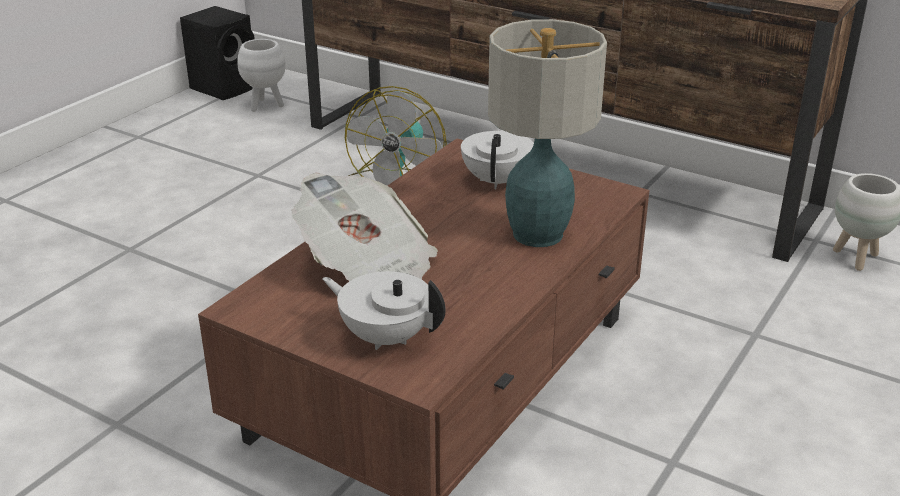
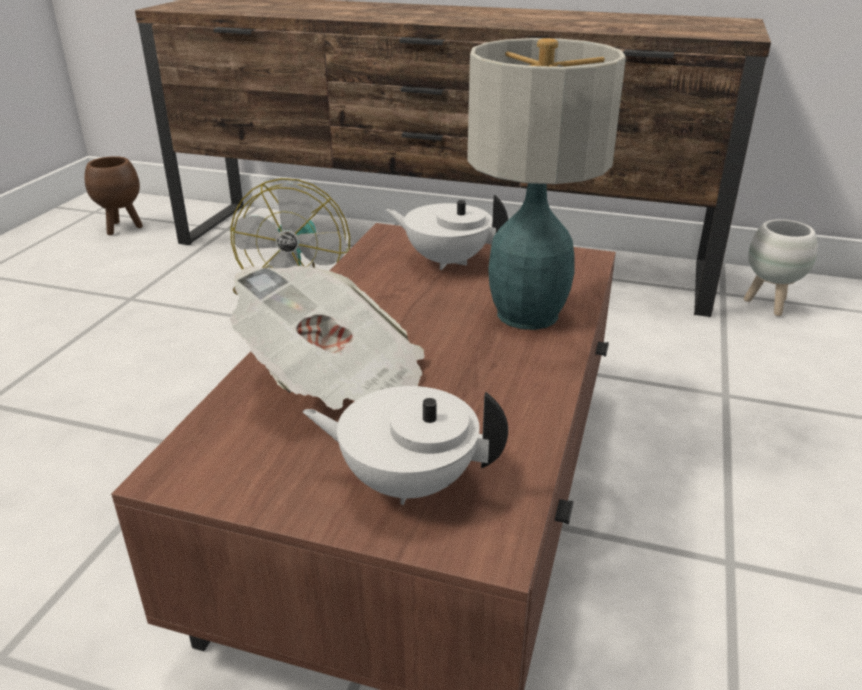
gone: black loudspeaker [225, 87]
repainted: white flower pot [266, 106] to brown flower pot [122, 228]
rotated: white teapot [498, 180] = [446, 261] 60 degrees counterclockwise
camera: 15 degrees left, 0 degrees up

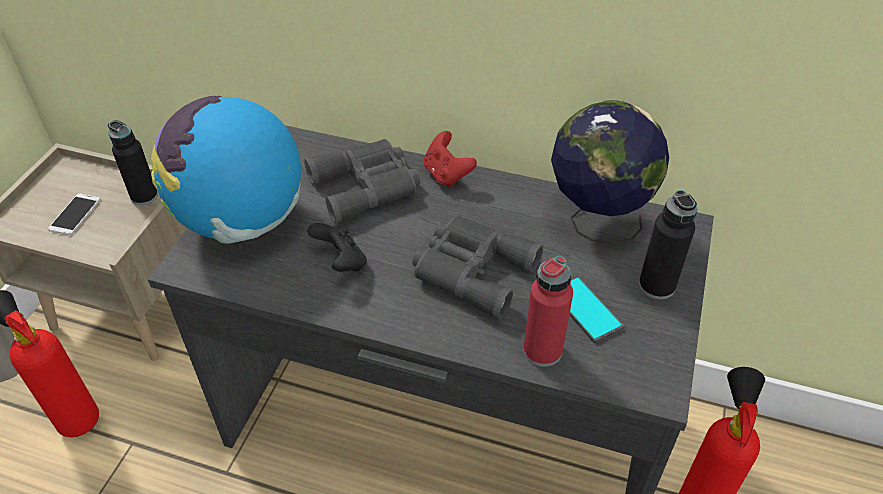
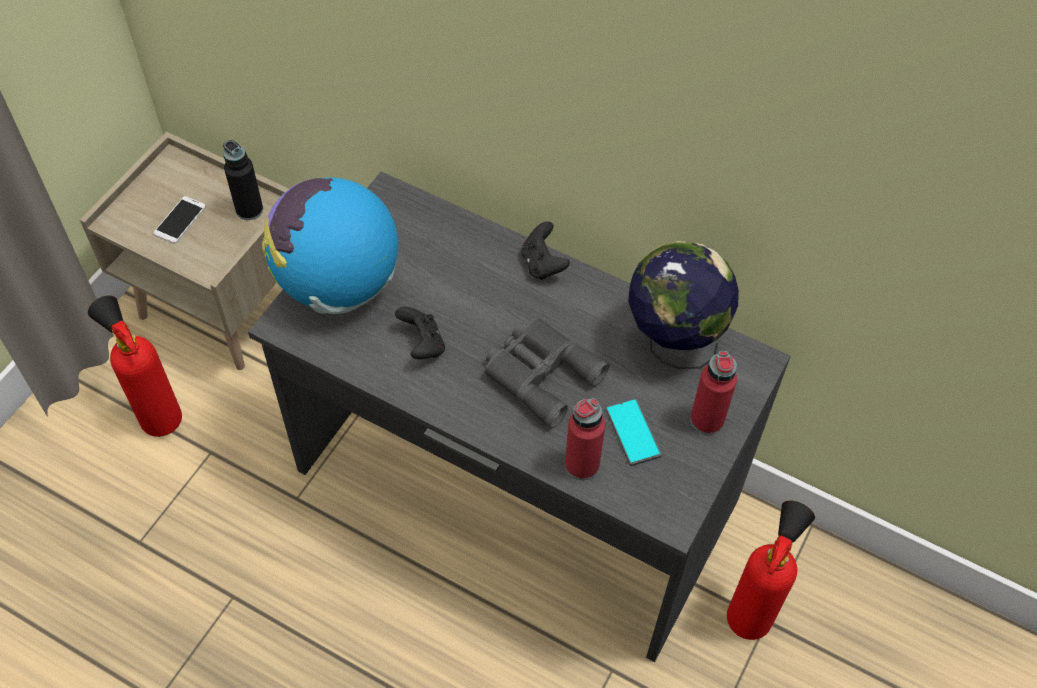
gone: greyish field glasses [368, 186]
repainted: reddish gamepad [447, 174] to black gamepad [543, 264]; black drink bottle [656, 286] to reddish drink bottle [707, 420]
camera: 10 degrees right, 10 degrees up

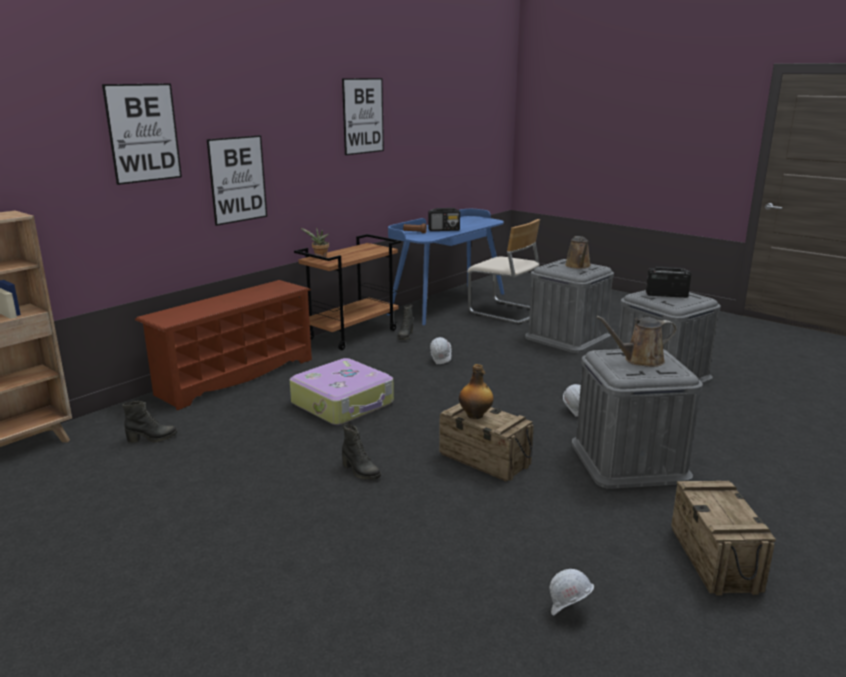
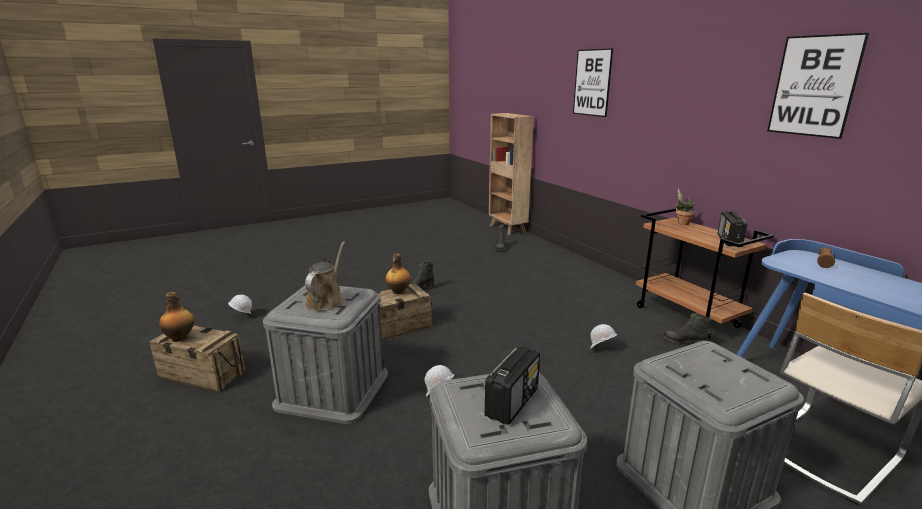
gone: brown shoe rack [235, 376]; wall art [237, 179]; suitcase [343, 403]; brown watering pot [578, 266]
new: drink bottle [180, 338]
shifted: radio set [444, 230] to [729, 241]
camera: 110 degrees right, 0 degrees up

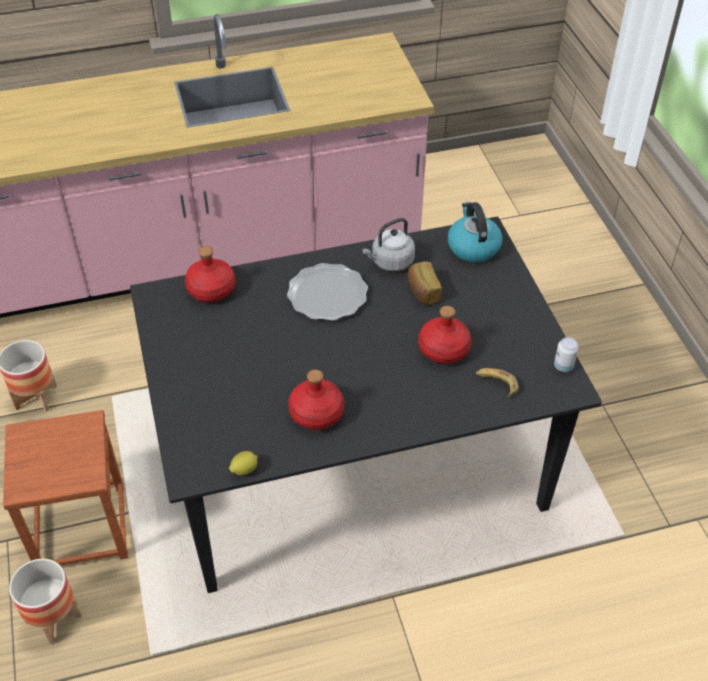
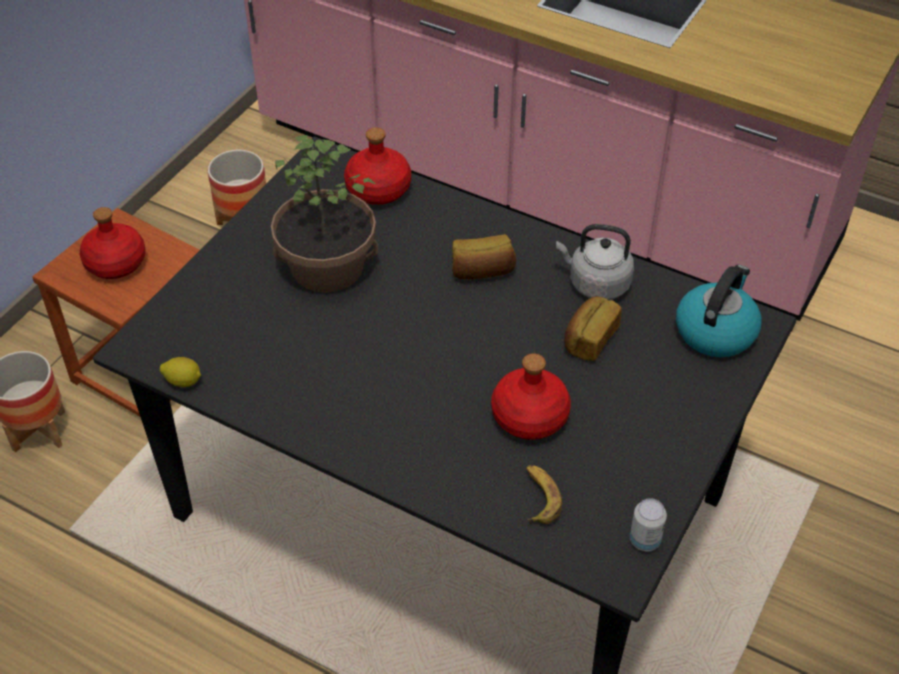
new: houseplant [327, 267]
shifted: reddish drink bottle [316, 413] to [116, 262]
swapped: plate [327, 295] to bread [482, 271]
camera: 45 degrees right, 0 degrees up

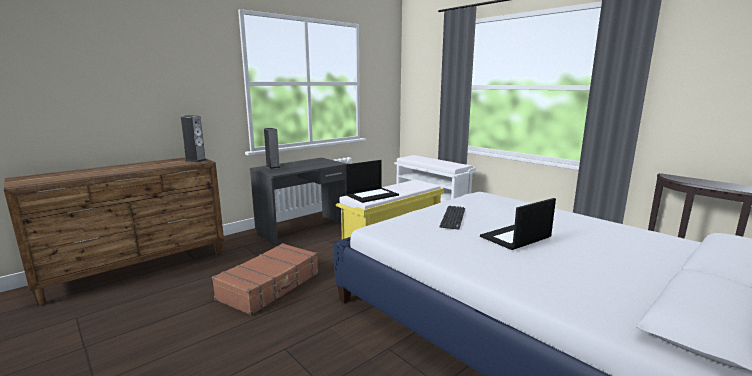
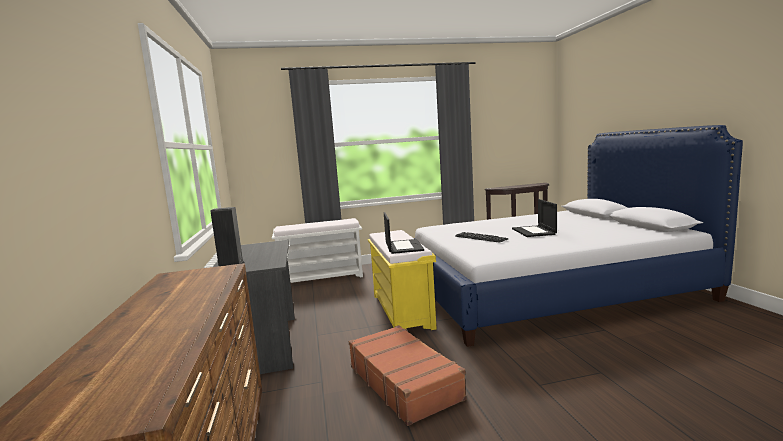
gone: loudspeaker [195, 160]
camera: 60 degrees left, 5 degrees down

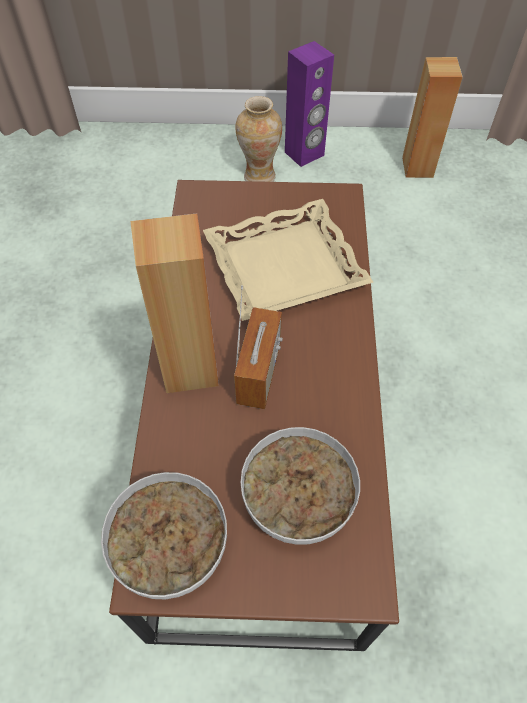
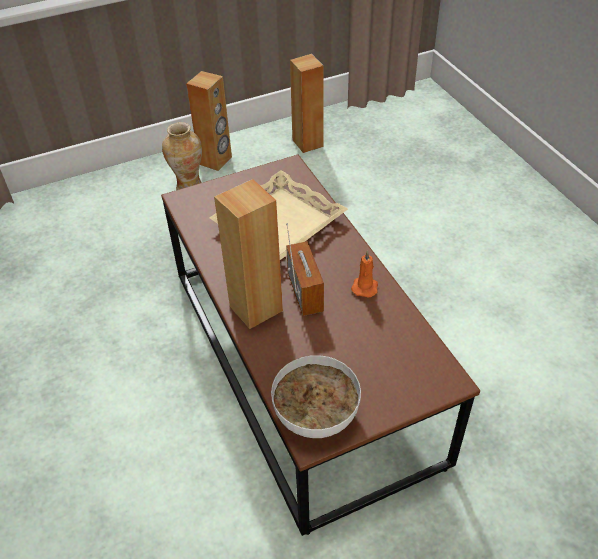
gone: bowl [296, 499]
new: orange-coloured wax candle [365, 286]
repainted: purple loudspeaker [304, 154] to brown loudspeaker [216, 161]
camera: 25 degrees left, 10 degrees down

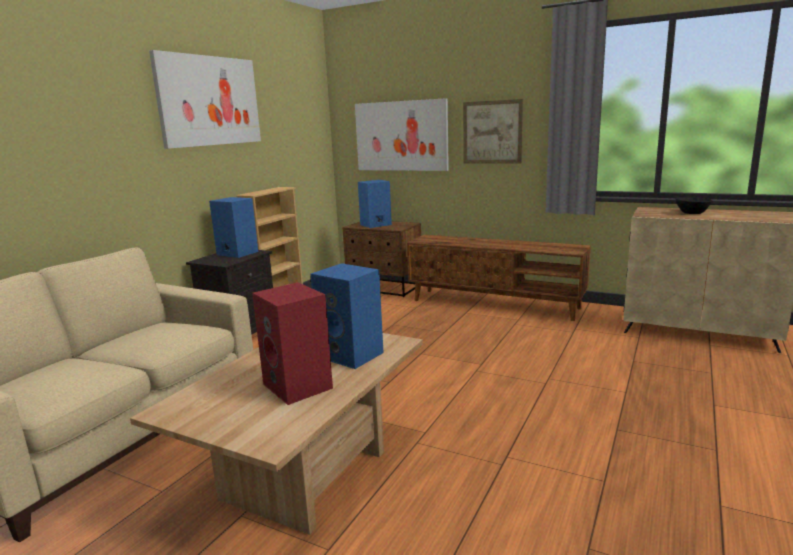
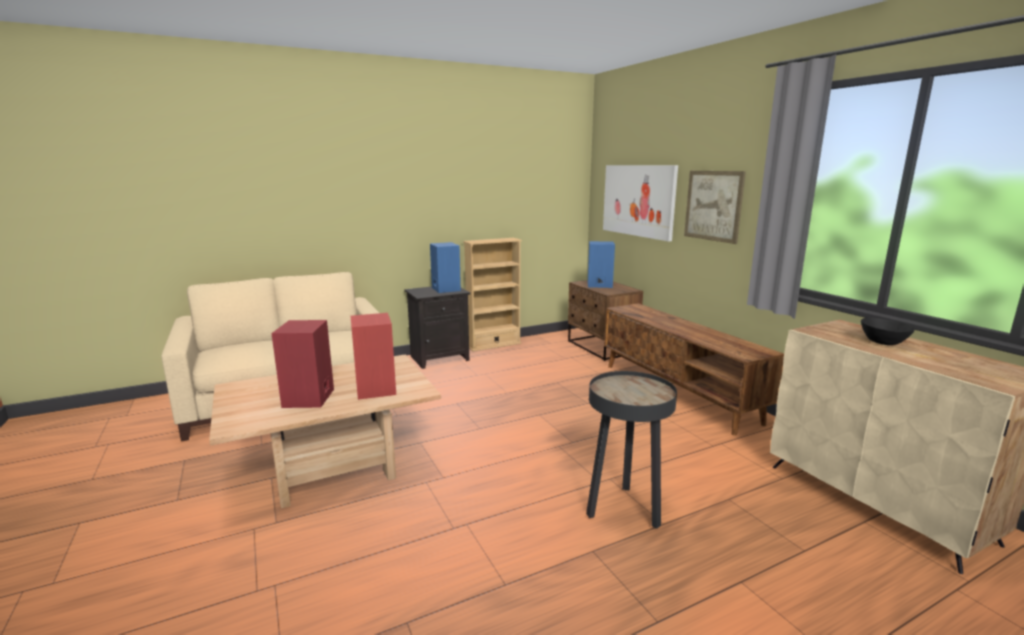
gone: wall art [209, 101]
new: black end table [624, 510]
repainted: blue-coloured loudspeaker [352, 355] to reddish loudspeaker [377, 389]
camera: 35 degrees right, 0 degrees up

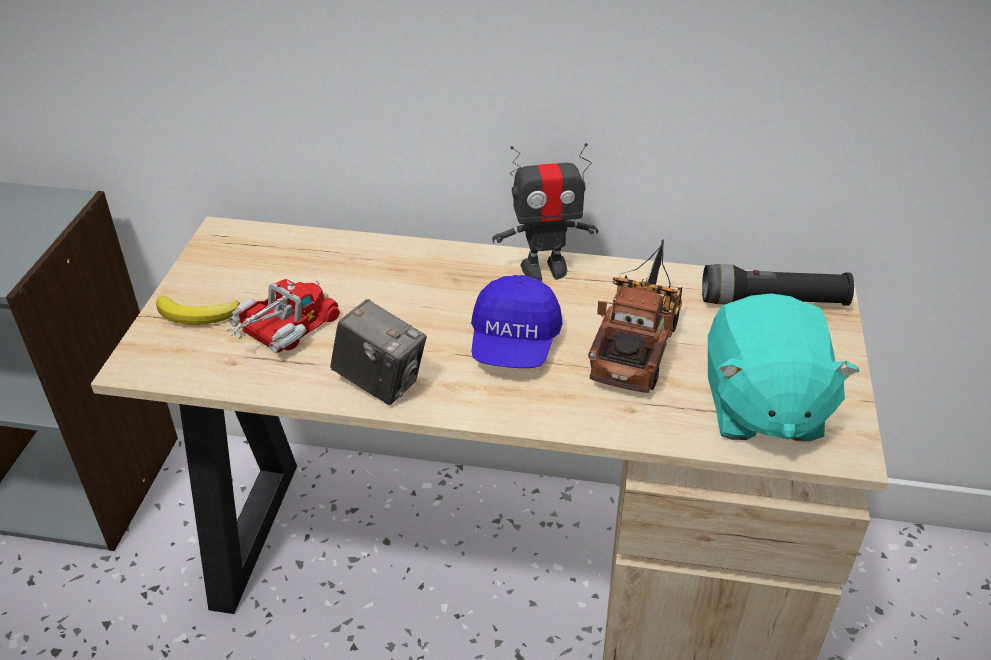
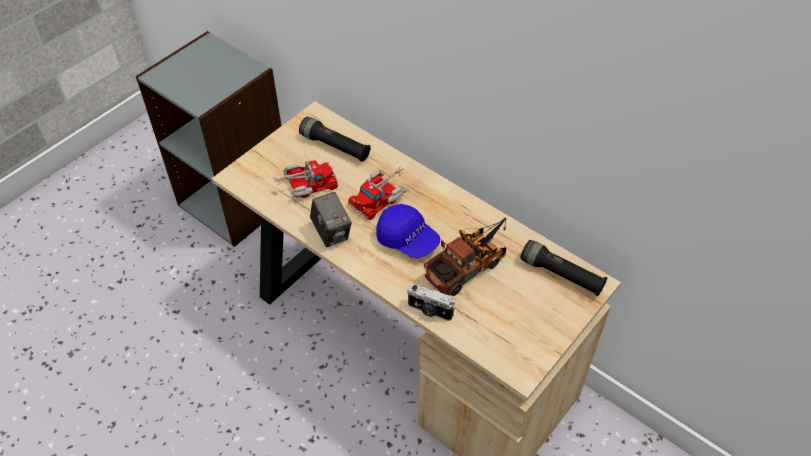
gone: banana fruit [197, 315]; toy robot [544, 268]; blue-green soft toy [761, 407]
new: black flashlight [335, 146]; toy truck [380, 197]; photo camera [430, 311]
rotated: blue-coloured cap [514, 343] = [407, 240] 90 degrees counterclockwise
camera: 30 degrees right, 10 degrees up

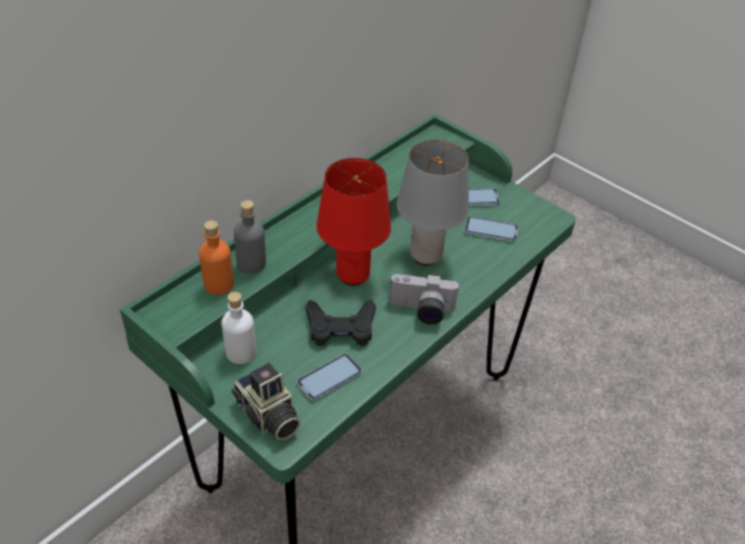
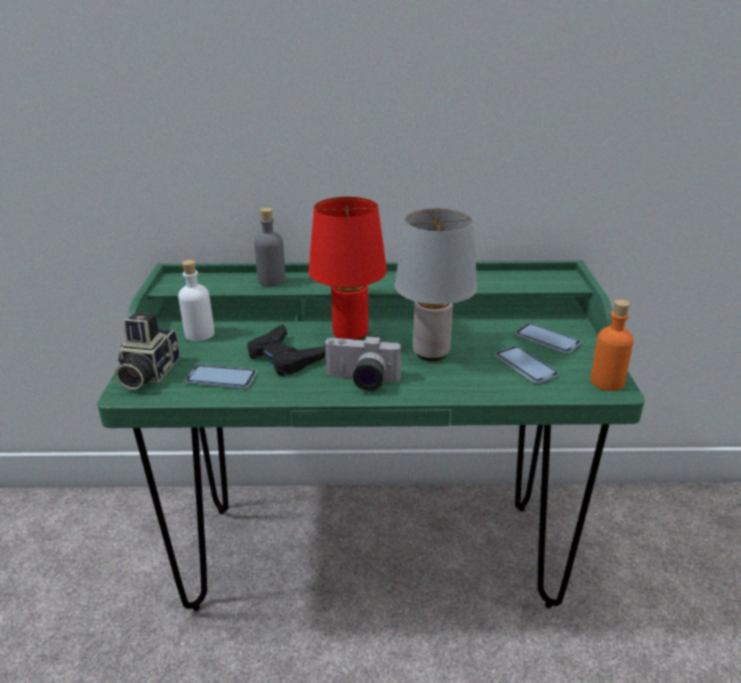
shifted: orange-coloured drink bottle [218, 284] to [607, 382]
rotated: photo camera [421, 311] = [361, 381] 45 degrees counterclockwise
camera: 50 degrees right, 15 degrees down

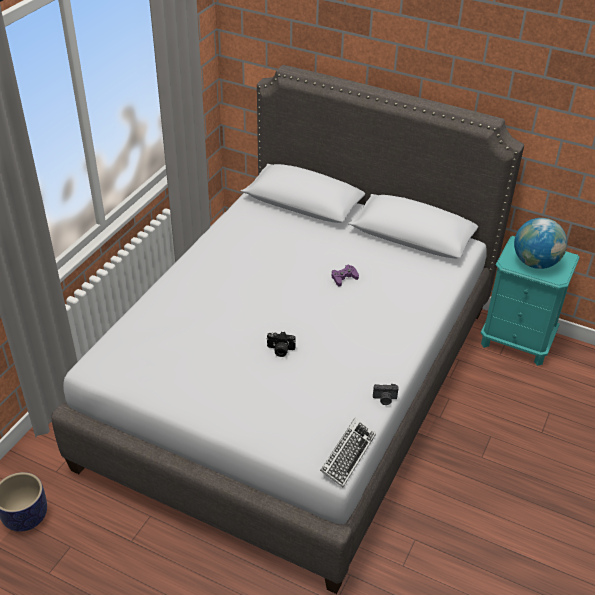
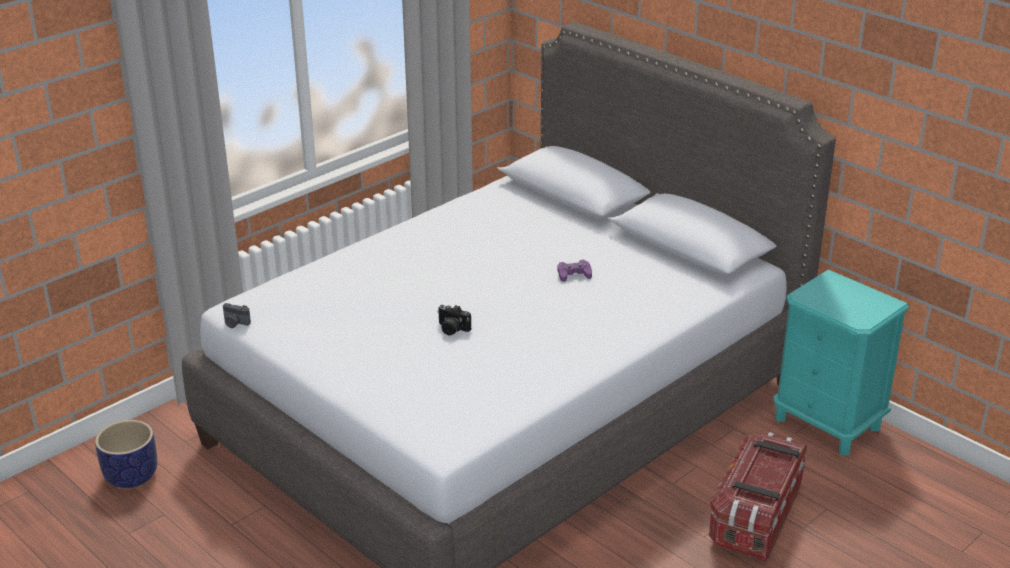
gone: keyboard [348, 455]; world globe [535, 263]
new: storage bin [755, 517]
shifted: photo camera [385, 399] to [235, 323]
camera: 20 degrees right, 10 degrees down

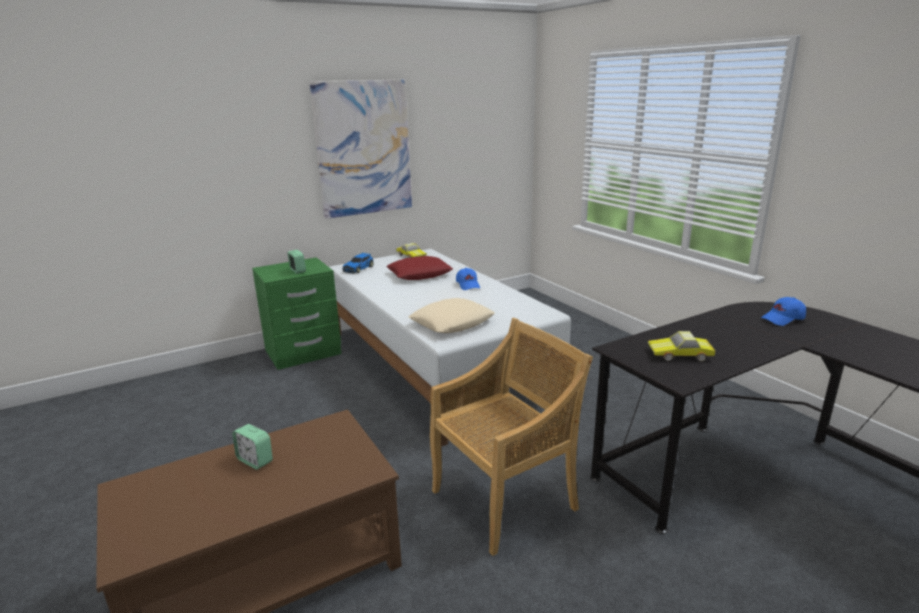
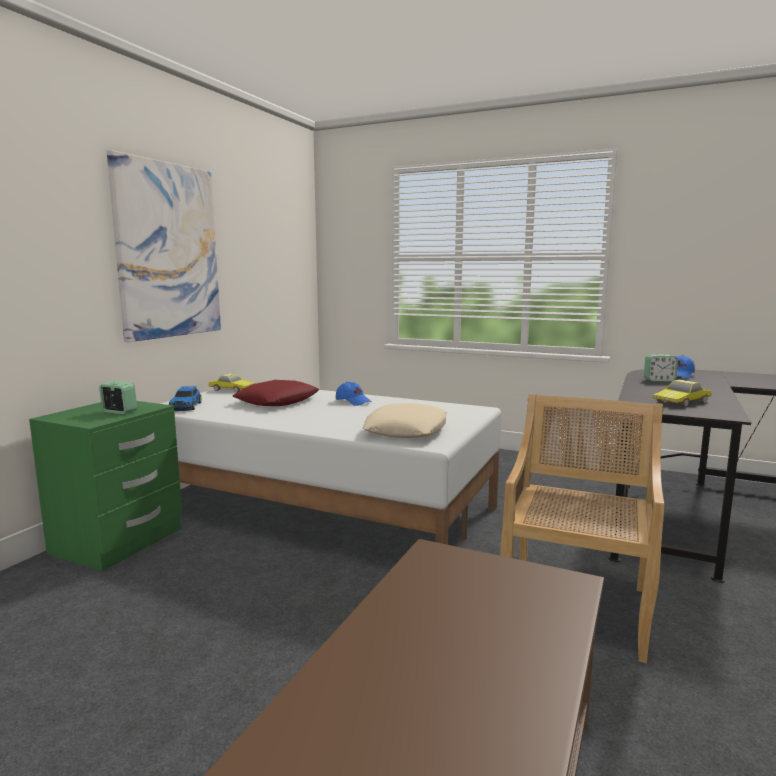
shifted: bedside clock [255, 460] to [659, 380]
camera: 35 degrees left, 10 degrees down

